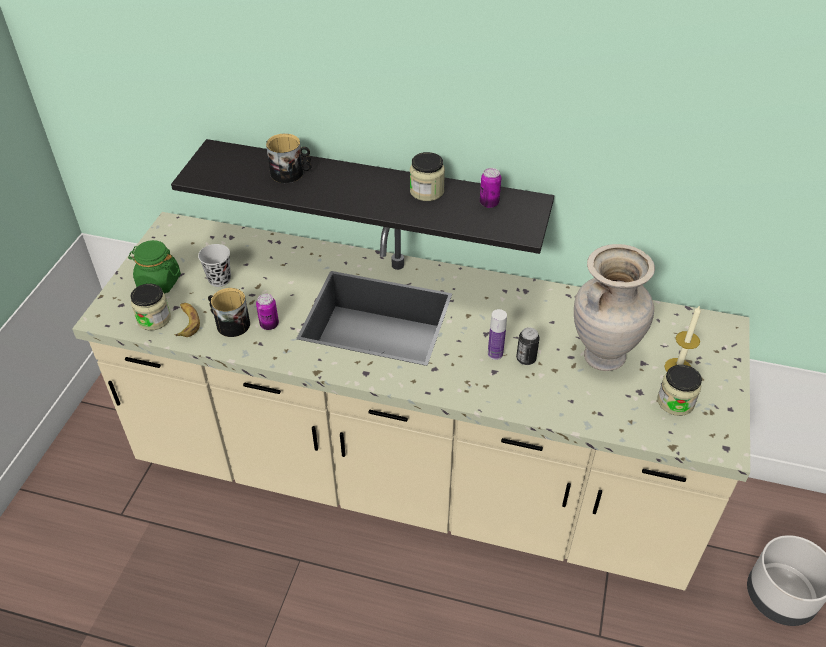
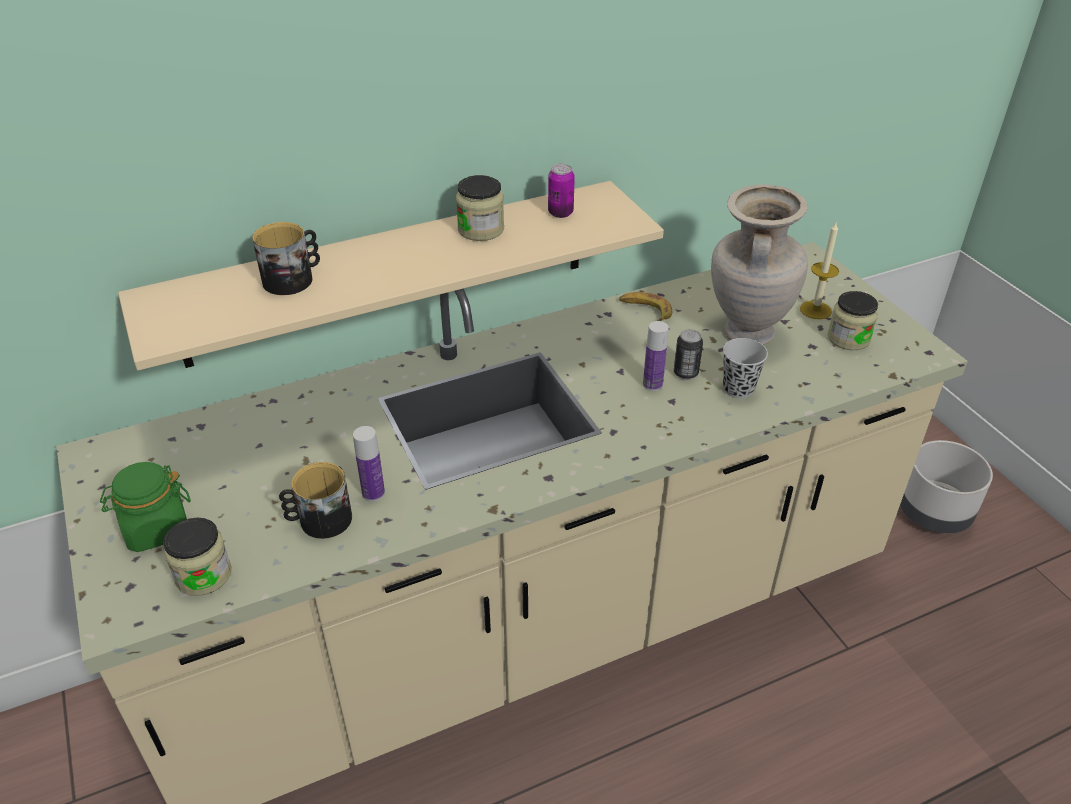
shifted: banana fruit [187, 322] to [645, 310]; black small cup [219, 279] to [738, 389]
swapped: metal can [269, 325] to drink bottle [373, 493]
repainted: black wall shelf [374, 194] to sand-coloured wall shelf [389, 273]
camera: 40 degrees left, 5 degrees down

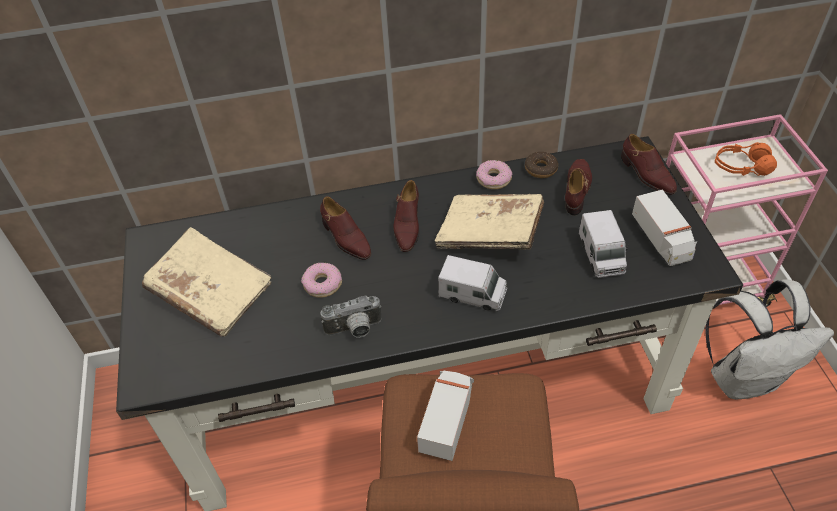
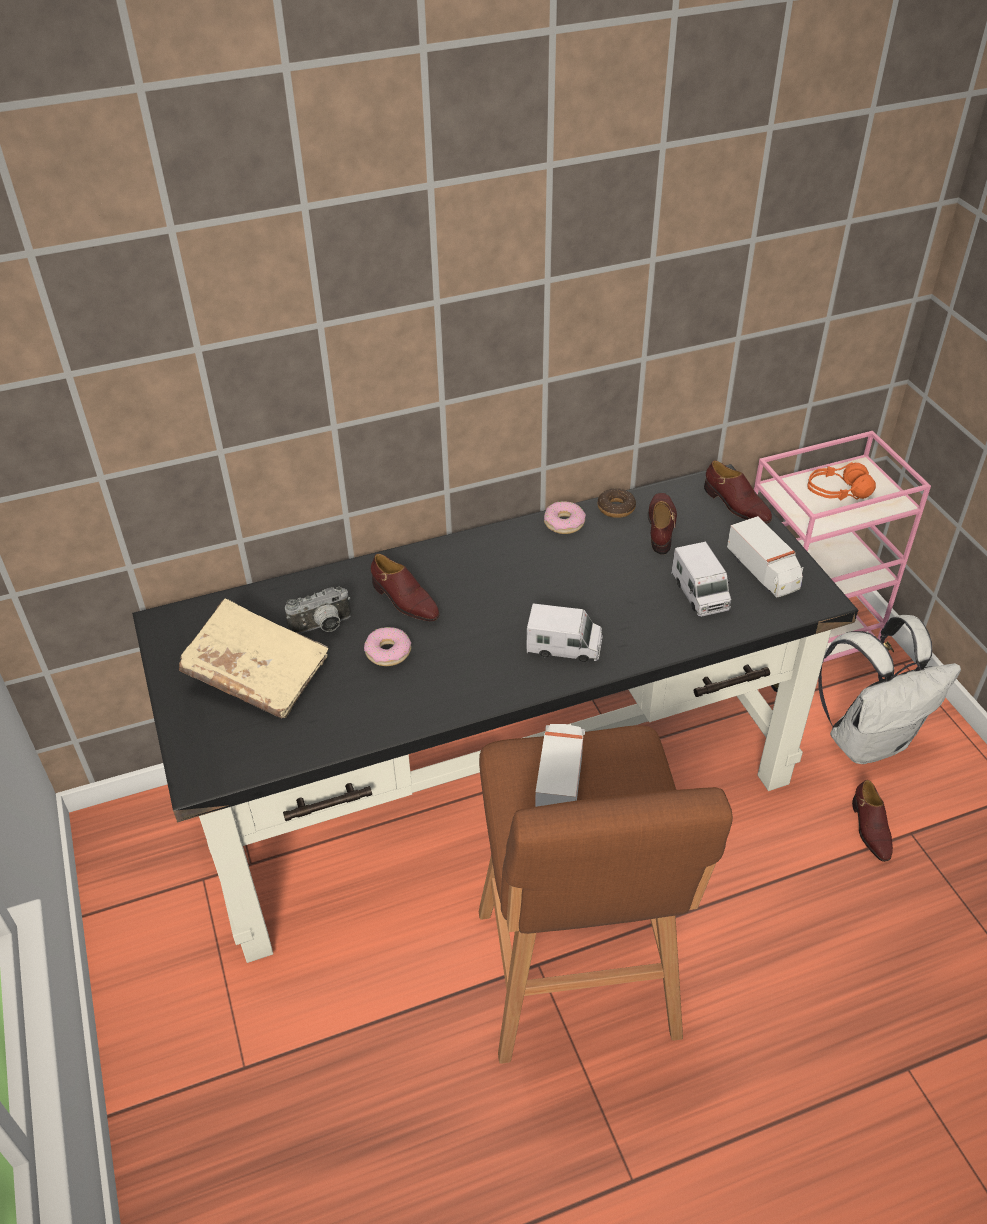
gone: sand-coloured book [490, 234]
shifted: photo camera [354, 330] to [323, 627]; brown low shoe [407, 225] to [870, 829]
camera: 10 degrees left, 5 degrees down

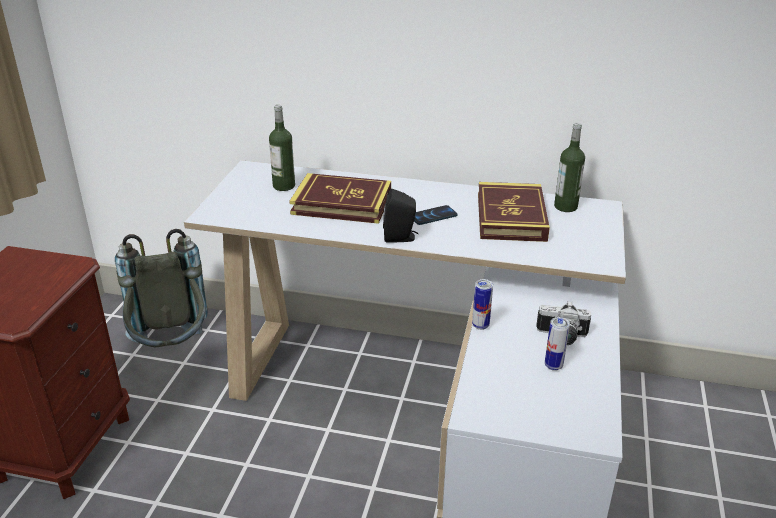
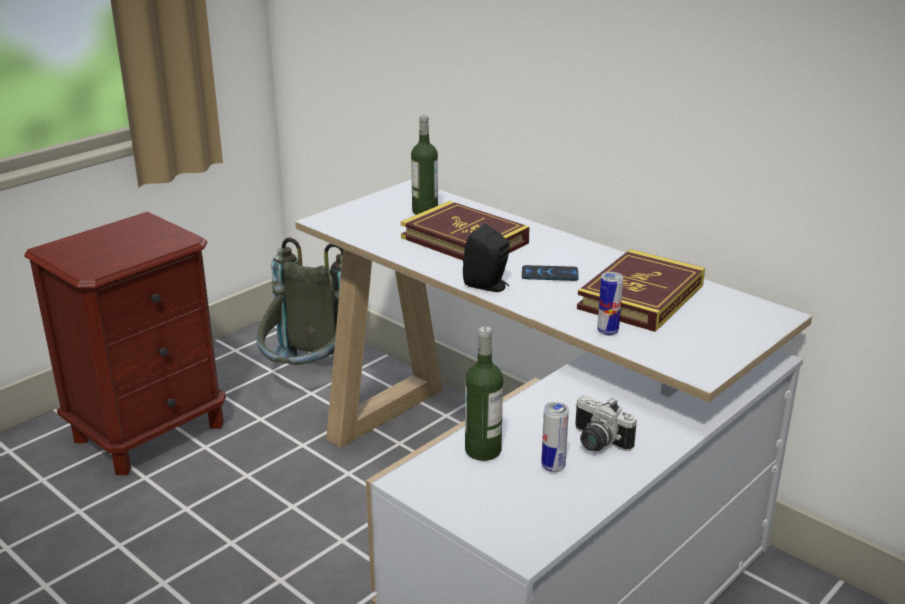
shifted: metal can [480, 325] to [607, 332]; drink bottle [565, 207] to [483, 450]
camera: 30 degrees right, 5 degrees down

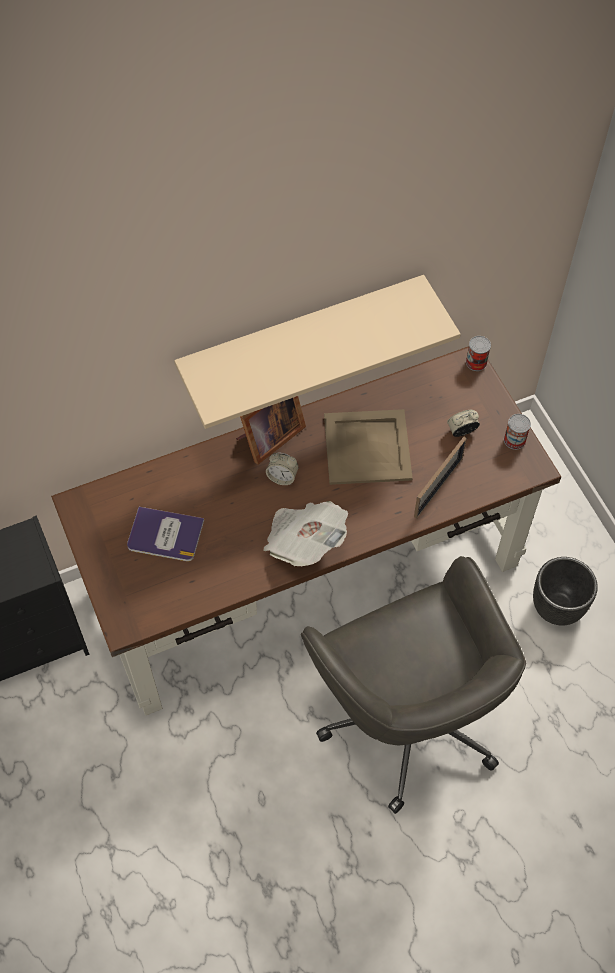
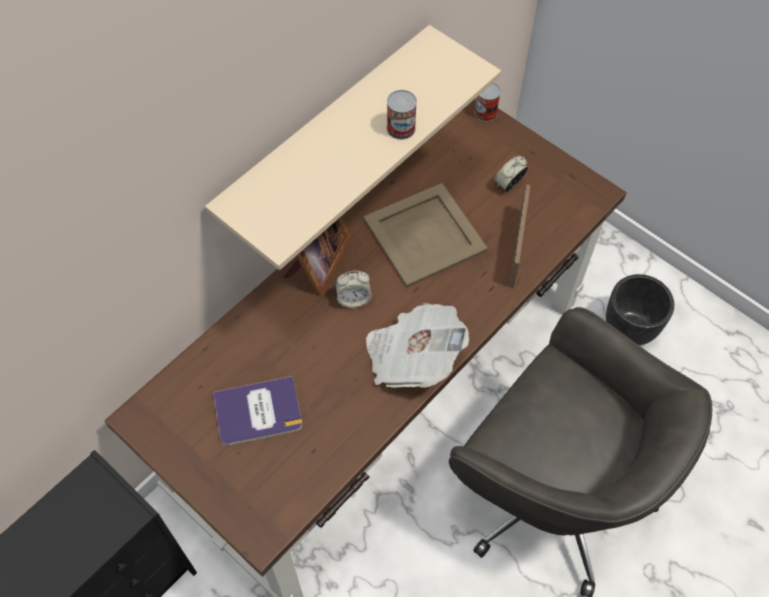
shifted: metal can [514, 440] to [401, 128]
camera: 25 degrees left, 0 degrees up

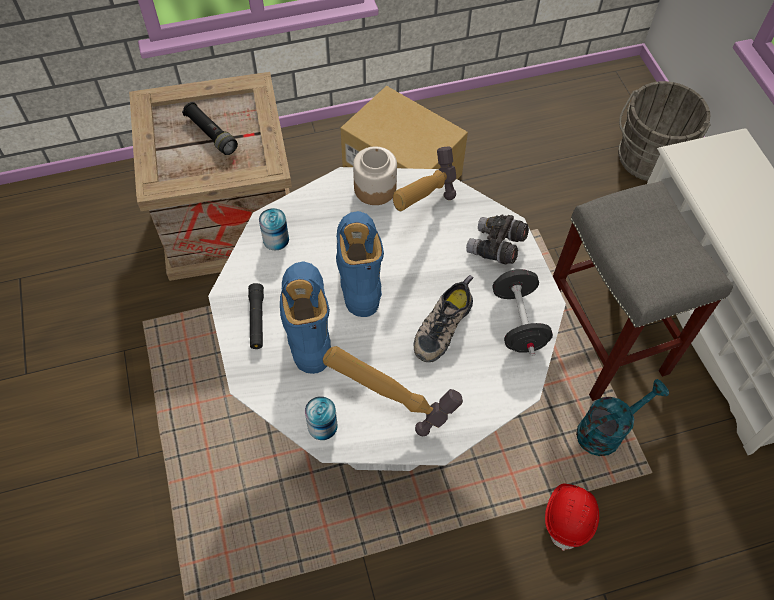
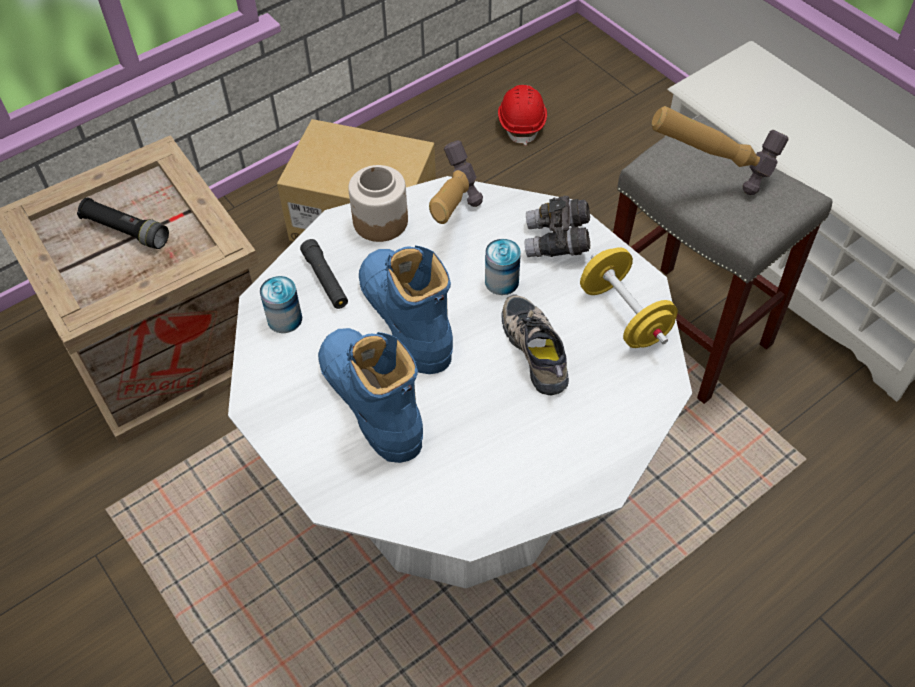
gone: blue-green watering pot [606, 430]; greyish bucket [647, 160]
shifted: black flashlight [257, 320] to [325, 280]; metal can [322, 426] to [501, 281]; hammer [393, 407] to [708, 182]; reddish hard hat [570, 517] to [522, 123]
repainted: black free weight [518, 322] to yellow free weight [624, 315]
rotated: low shoe [441, 325] = [537, 349] 150 degrees clockwise
camera: 20 degrees left, 5 degrees down

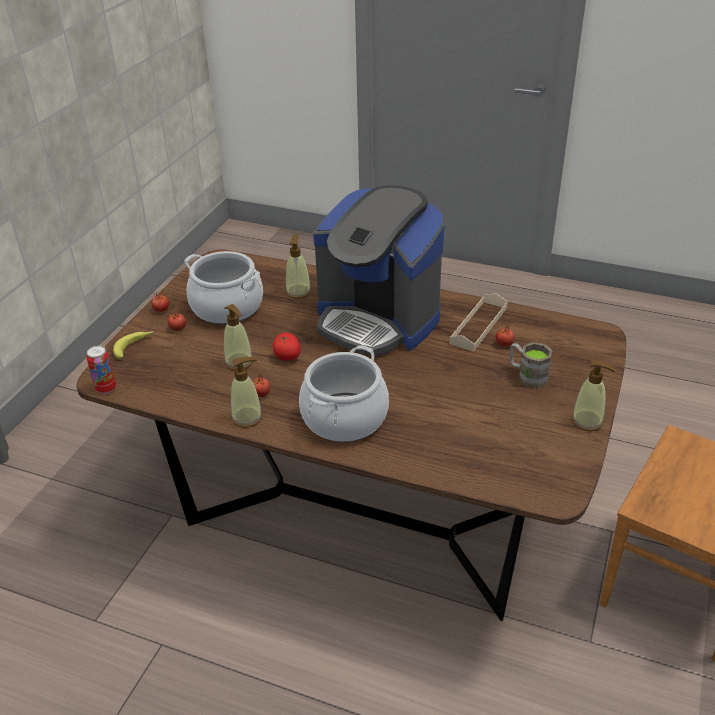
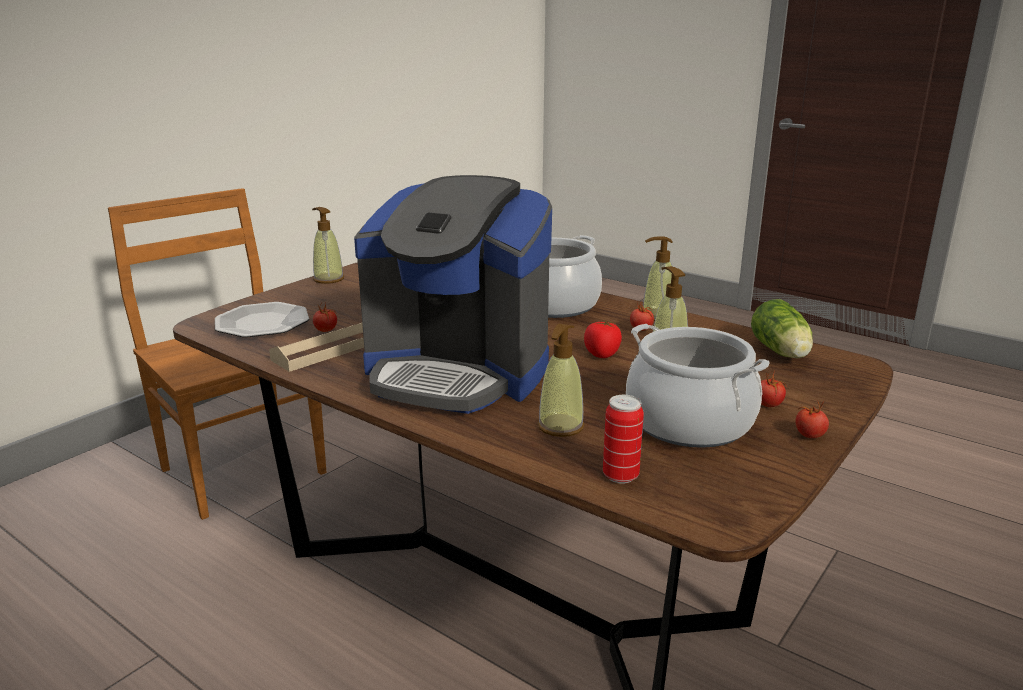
gone: banana fruit [134, 346]; brown coffee mug [527, 375]
new: plate [262, 323]; lettuce head [781, 352]
shifted: metal can [106, 388] to [620, 476]
rotated: coffee brewer [377, 320] = [457, 373] 150 degrees clockwise
camera: 165 degrees left, 15 degrees down

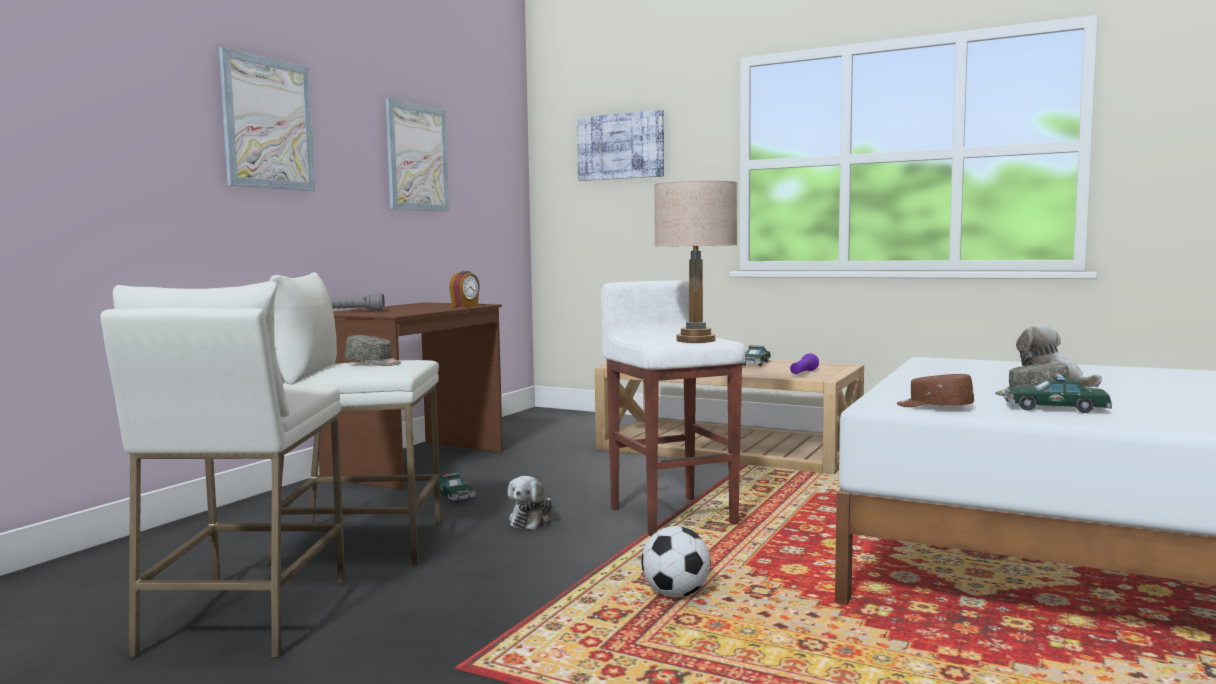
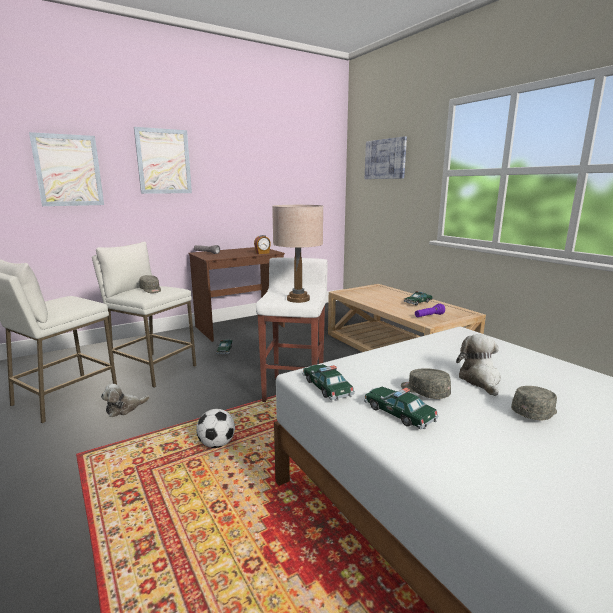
new: greyish cap [535, 412]
shifted: wall art [417, 158] to [68, 170]; soft toy [532, 520] to [124, 408]
swapped: brown cap [934, 407] to miniature car [327, 387]
camera: 30 degrees right, 10 degrees up

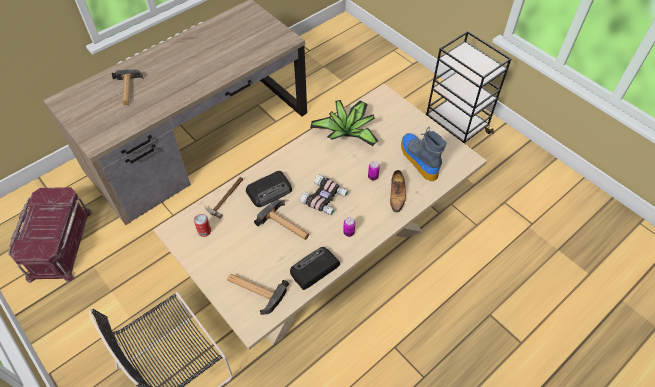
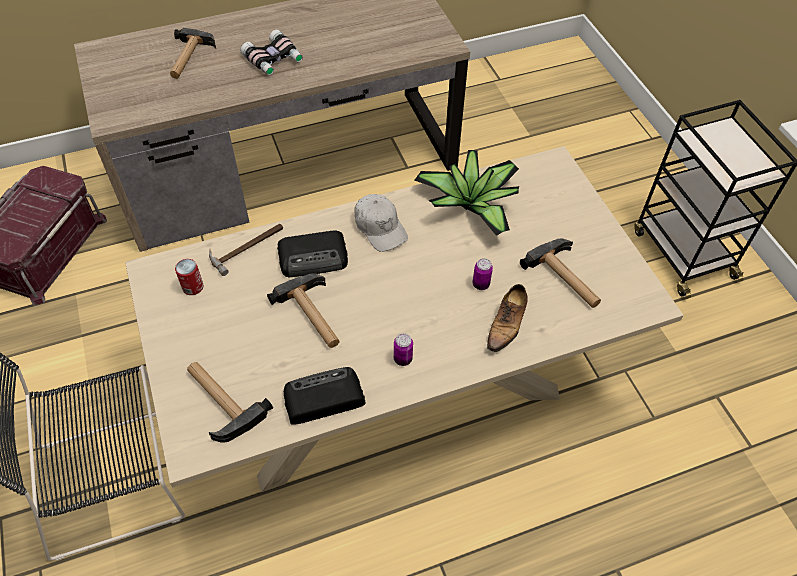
new: white cap [380, 227]
shifted: field glasses [325, 199] to [274, 60]
swapped: tall boot [418, 159] to hammer [566, 279]
camera: 20 degrees right, 0 degrees up

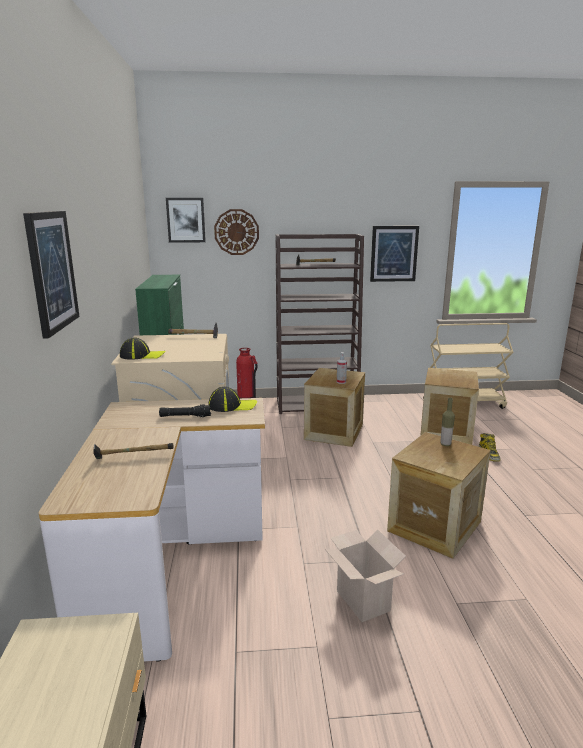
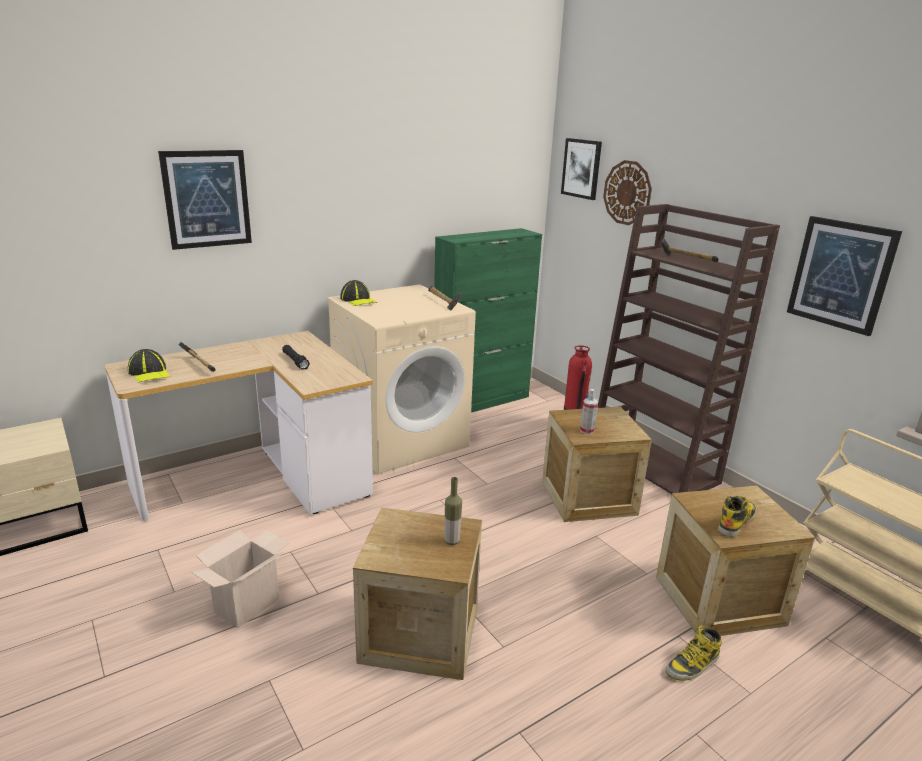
new: tall boot [736, 521]
shifted: cap [232, 406] to [149, 373]
camera: 60 degrees right, 5 degrees up

